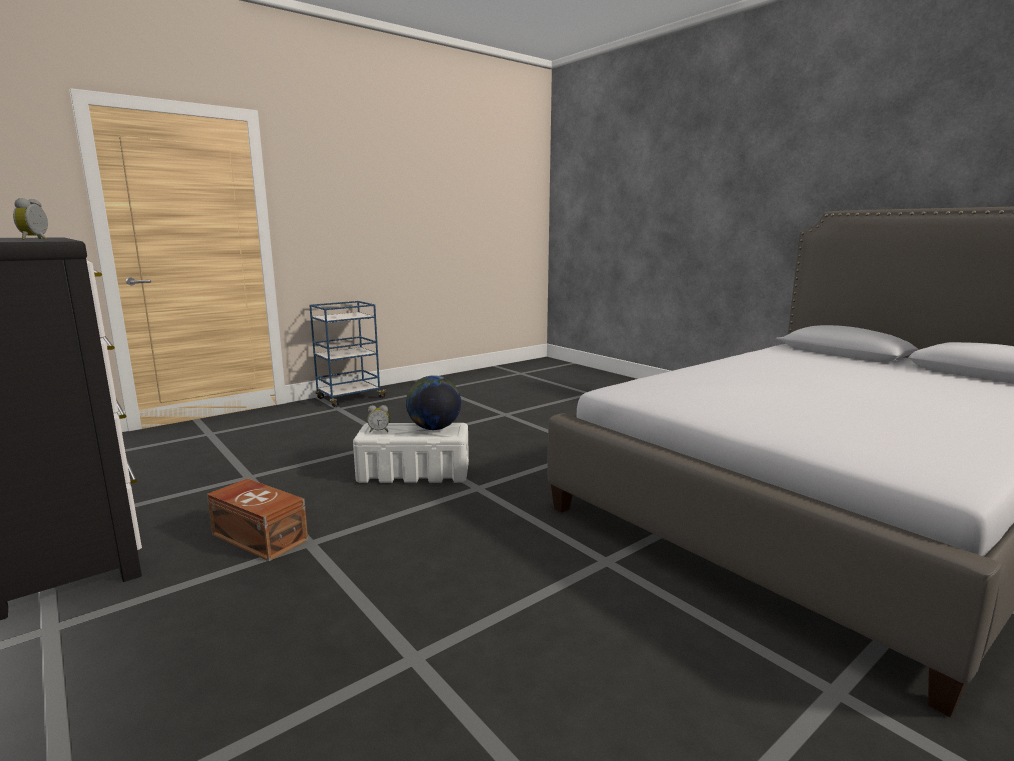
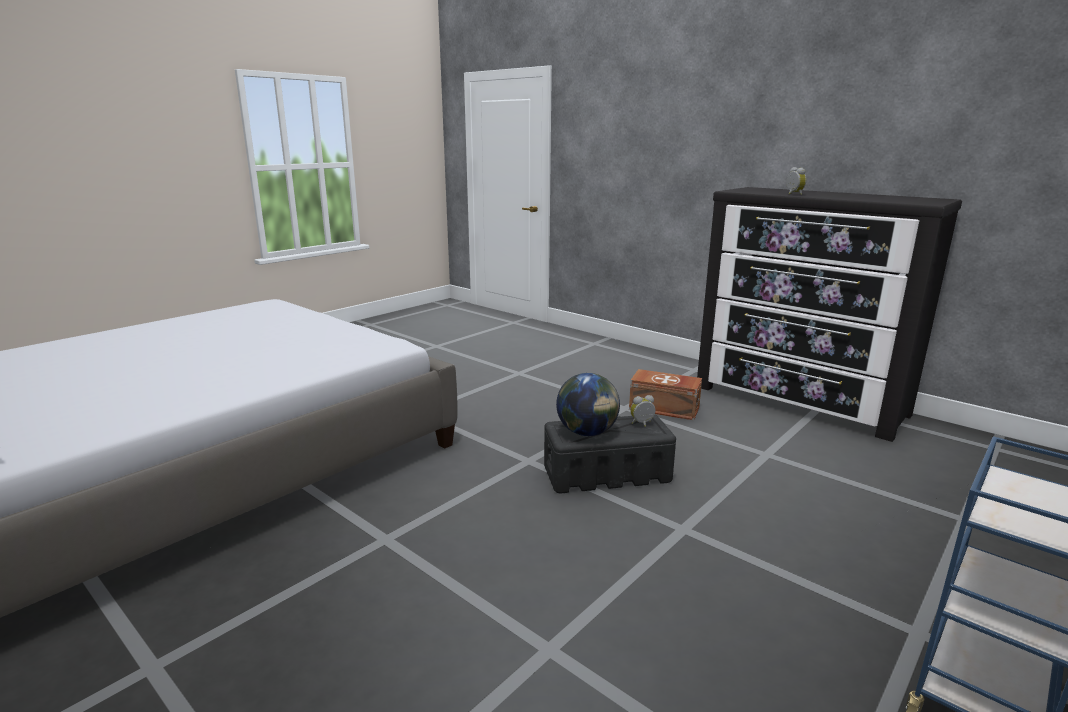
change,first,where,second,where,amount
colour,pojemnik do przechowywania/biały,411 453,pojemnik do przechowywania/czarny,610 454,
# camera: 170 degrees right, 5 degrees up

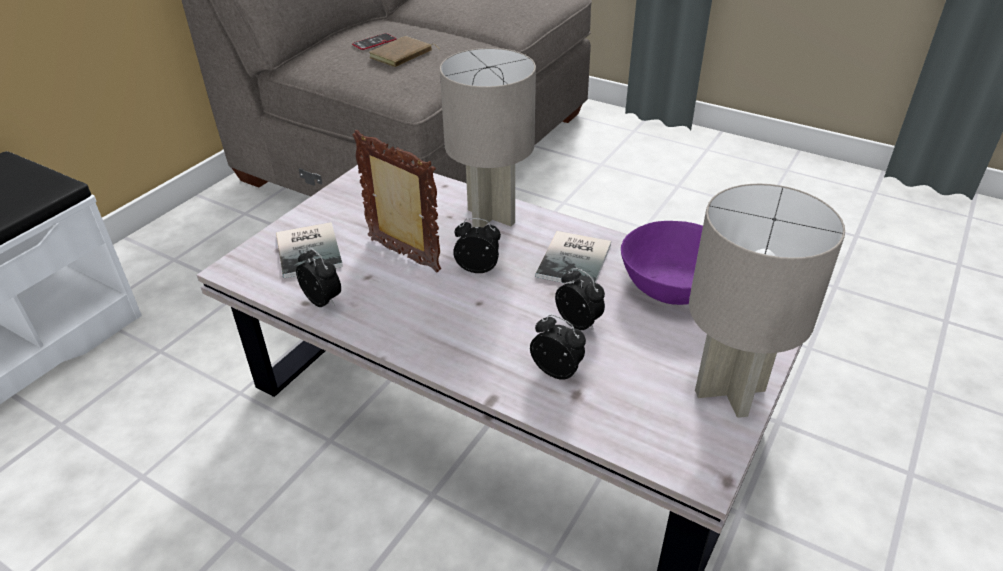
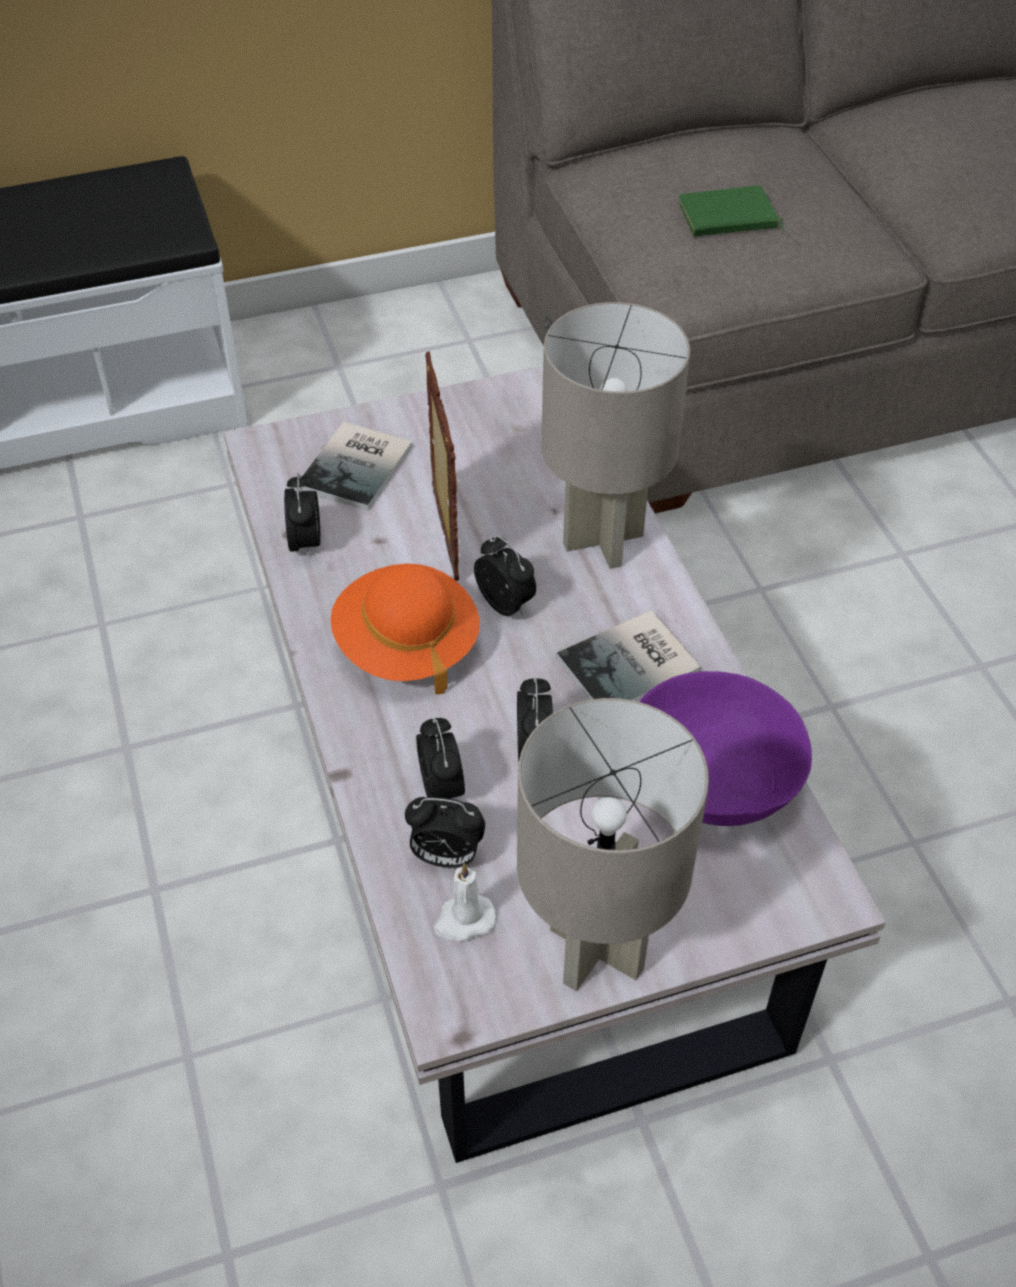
change,first,where,second,where,amount
appeared,,,kapelusz/pomarańczowy,405 629,
appeared,,,budzik,445 832,
appeared,,,świeca/biały,465 902,
colour,książka/brązowy,404 51,książka/zielony,731 210,
missing,telefon,374 41,,,
# camera: 40 degrees right, 10 degrees up

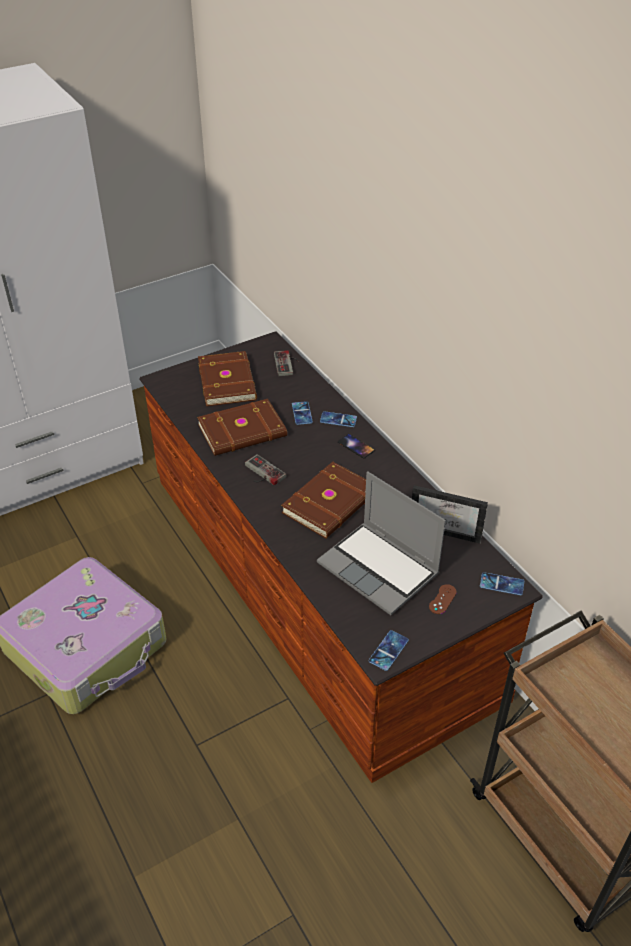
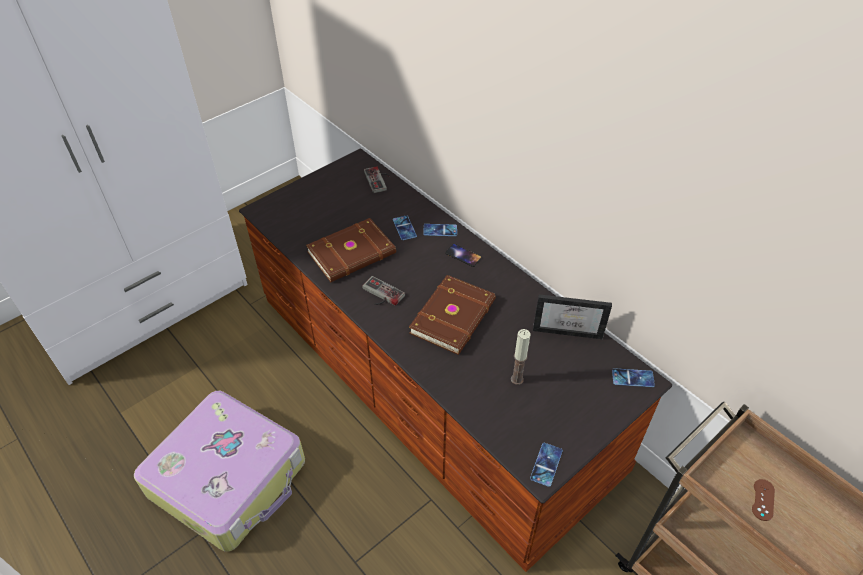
change,first,where,second,where,amount
exchanged,laptop,381 543,świeca,521 357,
relocated,pad do gier/brązowy,443 599,,763 500,
missing,książka/brązowy,227 378,,,
# camera: 10 degrees left, 5 degrees up

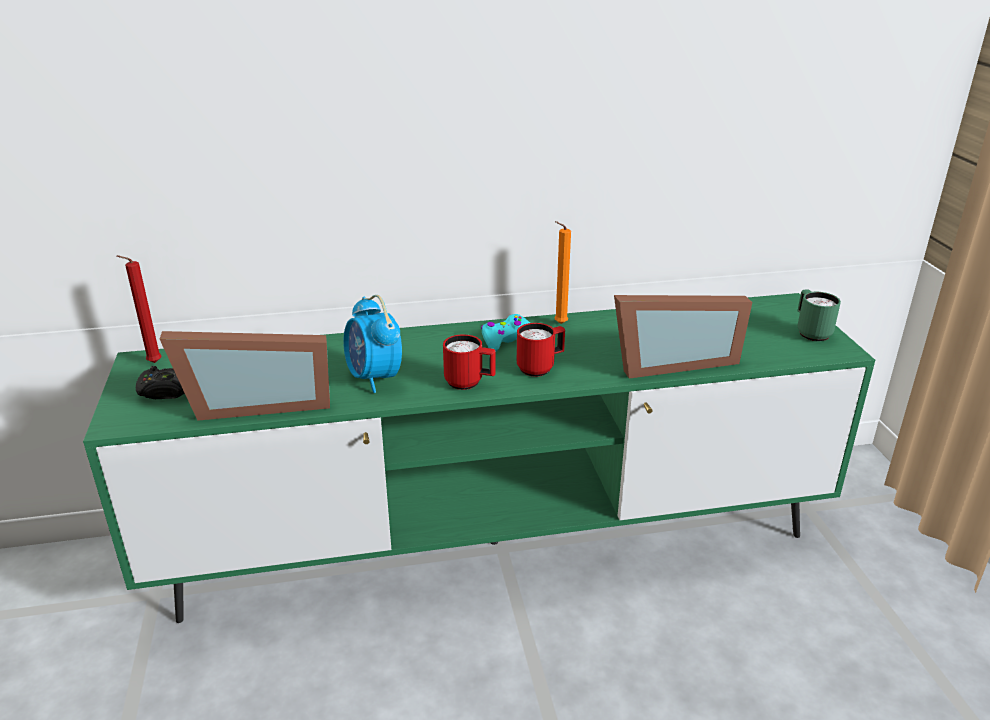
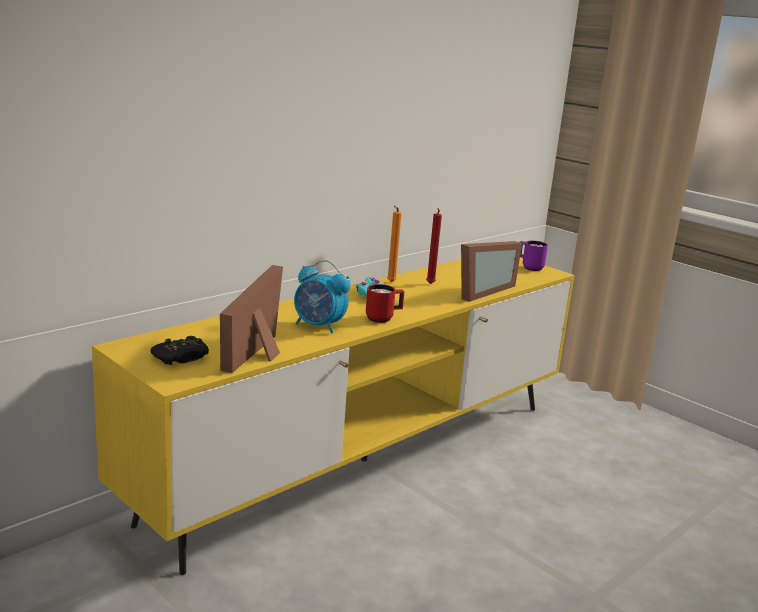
change,first,where,second,where,amount
colour,szafka pod telewizor/zielony,479 458,szafka pod telewizor/żółty,333 416,
spun,ramka na zdjęcie,245 376,,251 319,150 degrees clockwise
relocated,świeca/czerwony,139 309,,434 246,
colour,kubek/zielony,819 315,kubek/fioletowy,533 256,
missing,kubek/czerwony,541 350,,,
# camera: 35 degrees left, 10 degrees down

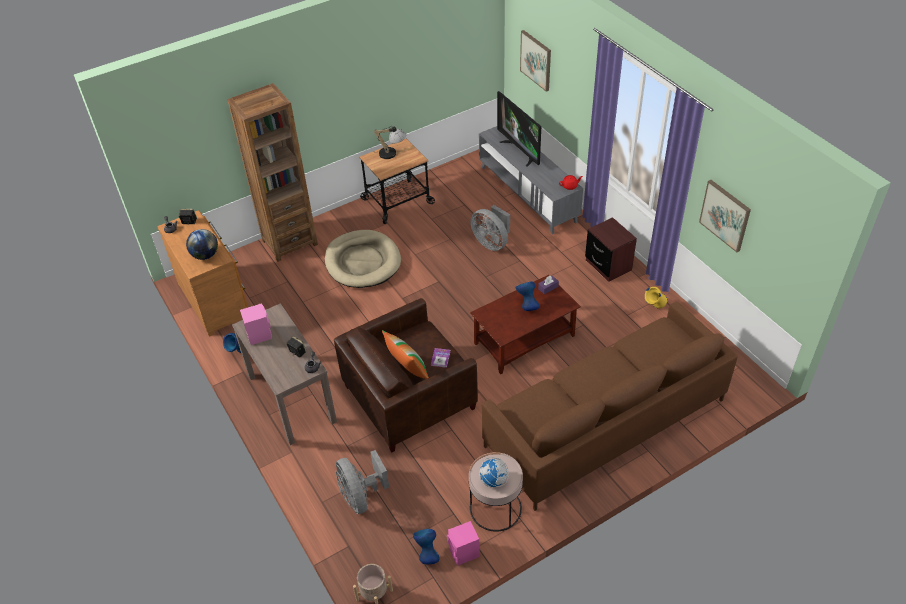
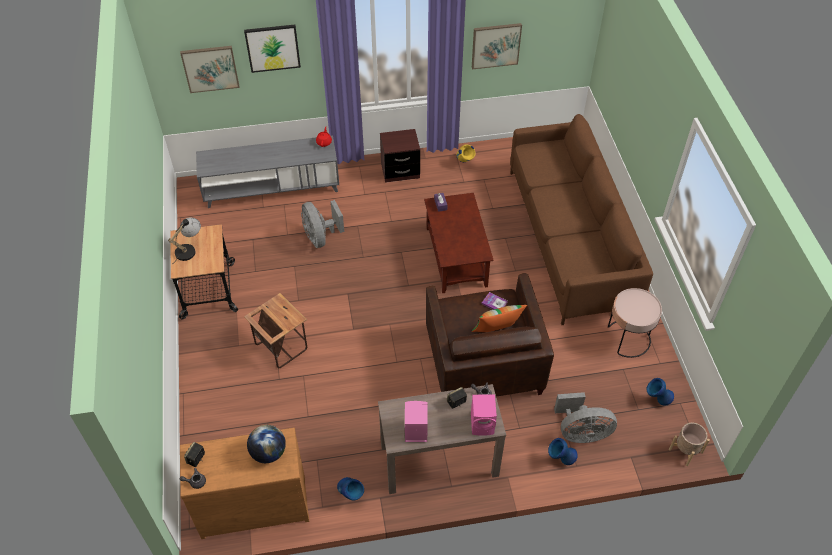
change,first,where,second,where,amount
appeared,,,obraz,272 49,
exchanged,legowisko/beżowy,363 259,stolik,275 330,
spun,wentylator/szary,490 228,,322 224,90 degrees clockwise
relocated,głośnik/różowy,463 543,,484 415,
relocated,wazon/niebieski,527 296,,562 451,
missing,regał/brązowy,272 172,,,
missing,globus,494 472,,,
missing,telewizor,519 129,,,
# camera: 70 degrees left, 5 degrees up

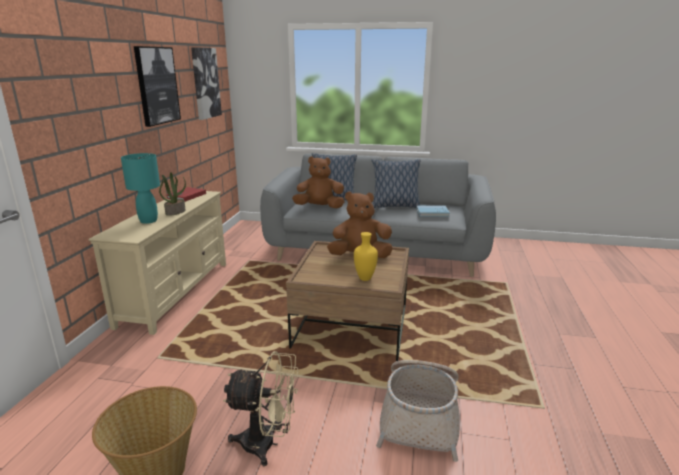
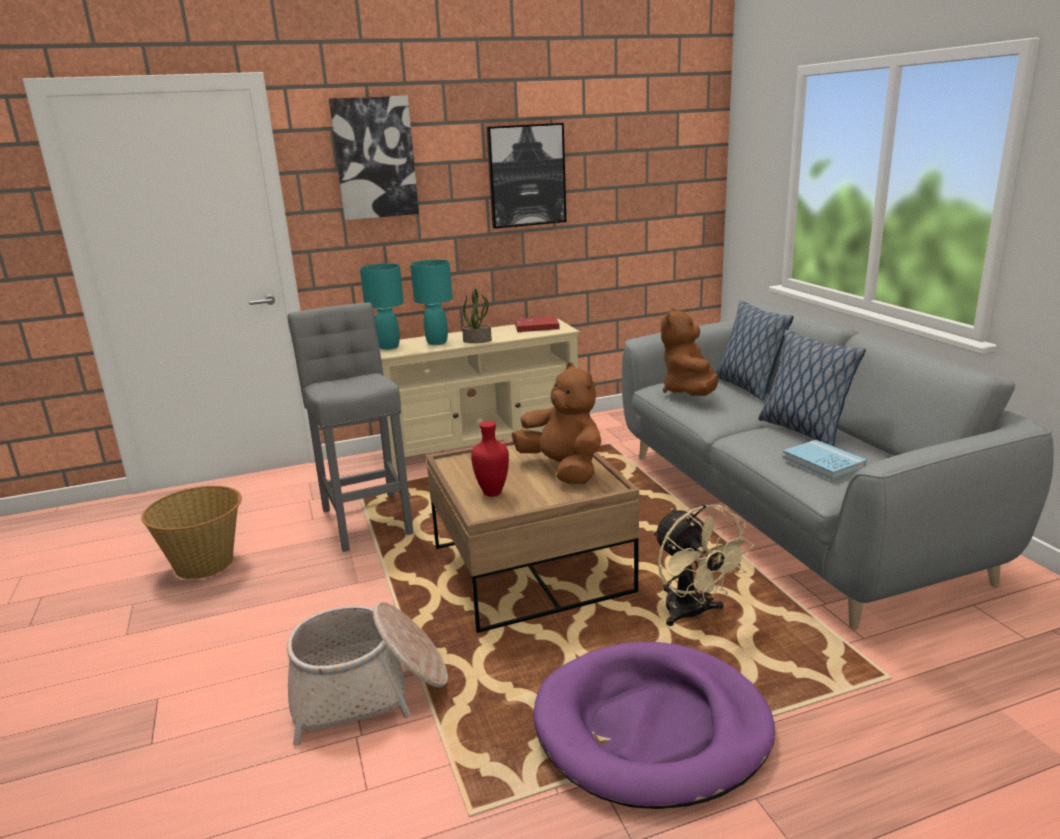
change,first,where,second,where,amount
appeared,,,stołek/szary,351 427,
relocated,obraz,206 83,,374 158,
appeared,,,lampa stołowa/turkusowy,382 306,
colour,wazon/żółty,366 256,wazon/czerwony,490 459,
appeared,,,legowisko/fioletowy,654 725,
relocated,wentylator/beżowy,260 408,,703 565,
spun,pluszak/brązowy,318 182,,689 352,135 degrees counterclockwise
# camera: 60 degrees right, 0 degrees up

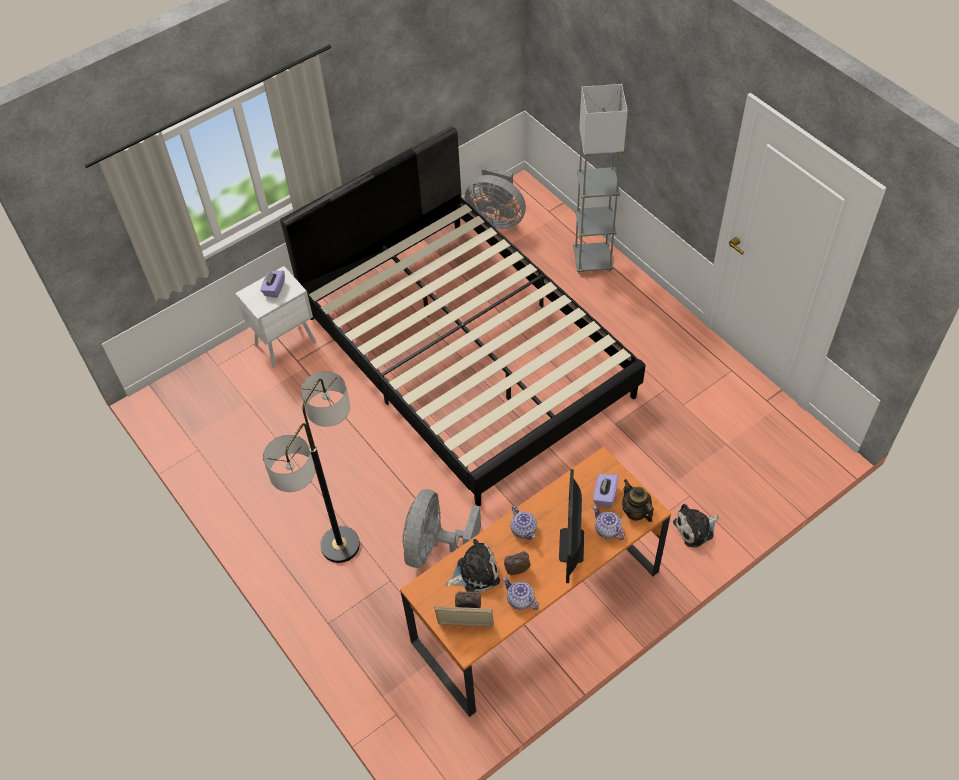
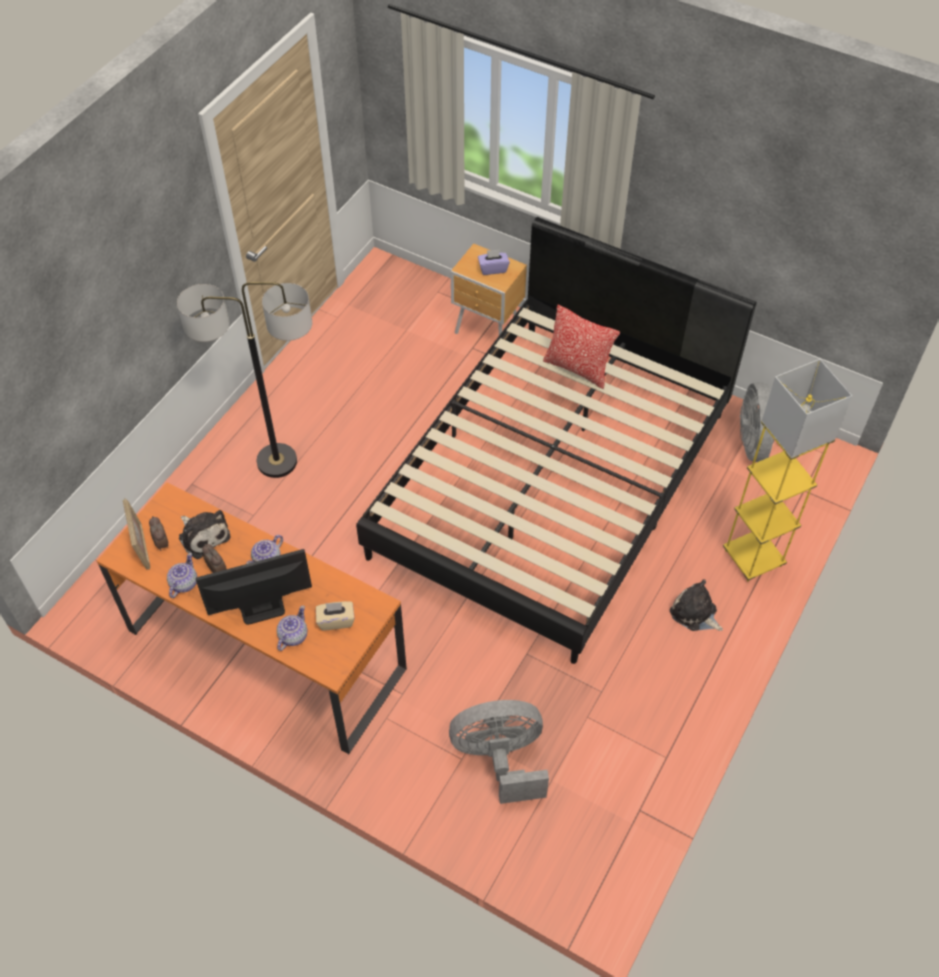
change,first,where,second,where,amount
colour,pudełko chusteczek/fioletowy,606 490,pudełko chusteczek/beżowy,335 615,
relocated,wentylator/szary,441 528,,499 752,
colour,szafka nocna/biały,276 317,szafka nocna/brązowy,489 289,
appeared,,,poduszka,581 347,
relocated,pluszak,696 526,,696 605,
colour,lampa stojąca/szary,600 179,lampa stojąca/żółty,787 470,
missing,imbryk,638 500,,,
# camera: 65 degrees right, 0 degrees up

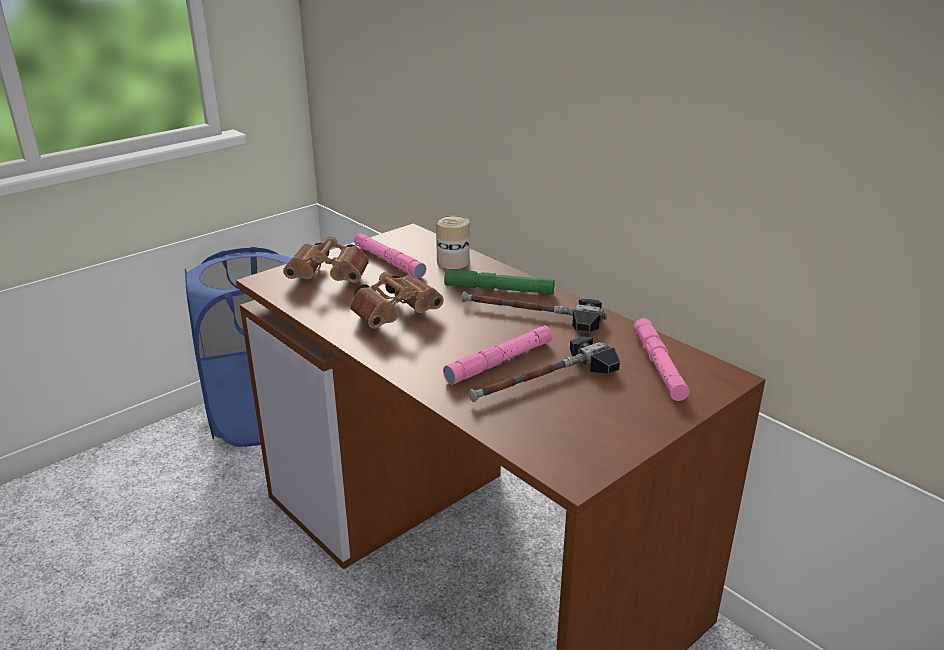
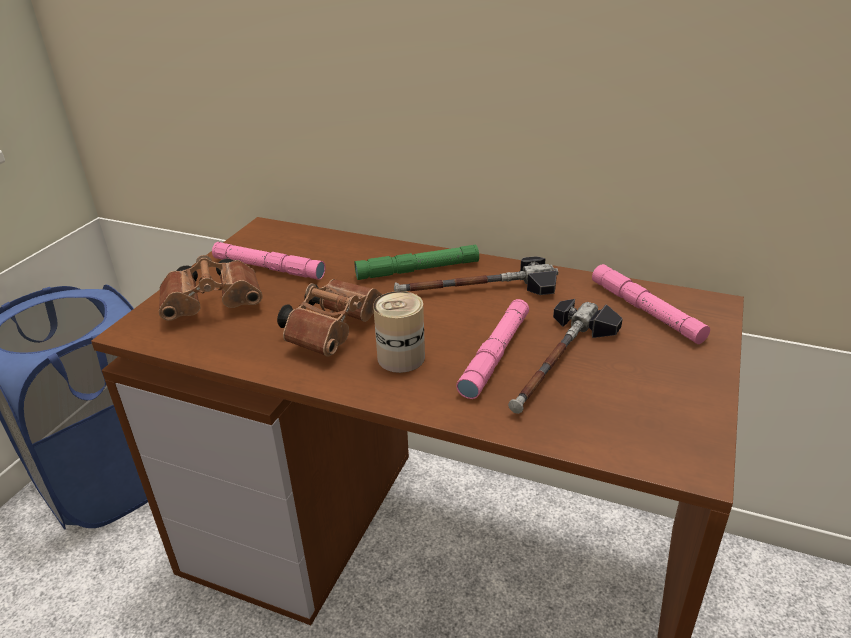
change,first,where,second,where,amount
relocated,puszka,453 242,,399 332,
# camera: 25 degrees left, 5 degrees up

